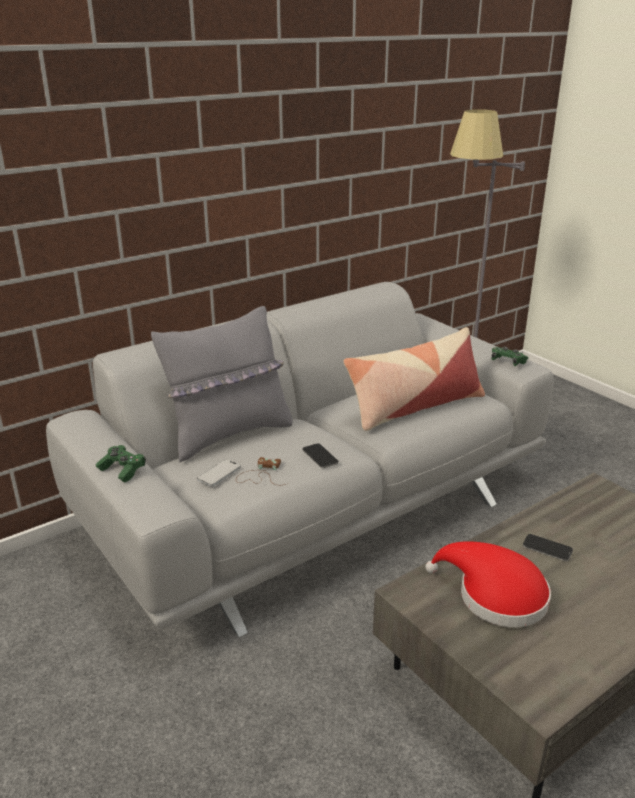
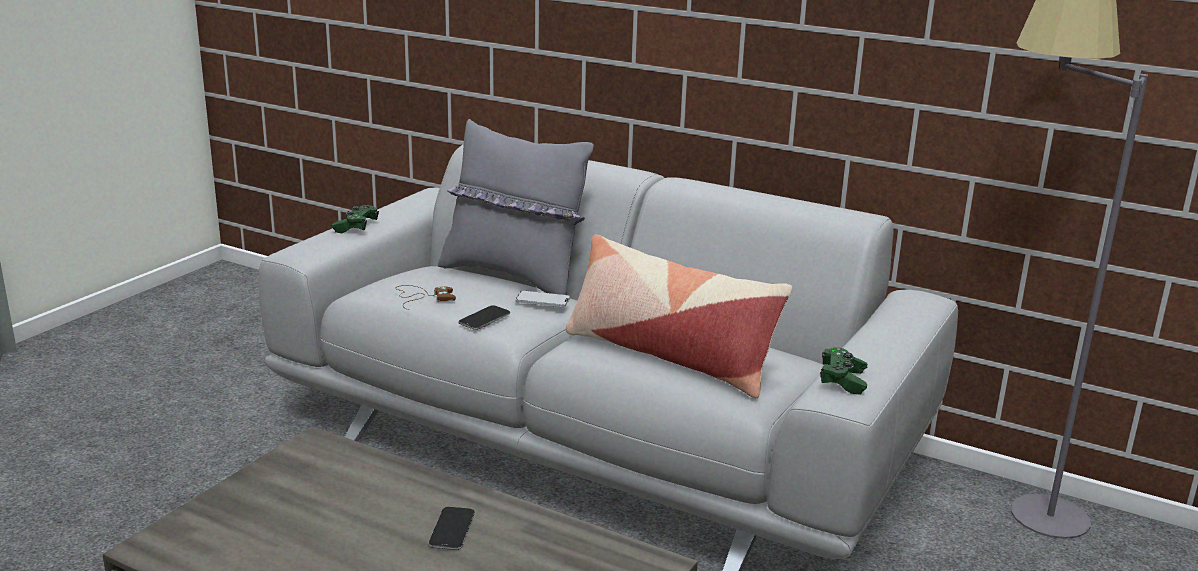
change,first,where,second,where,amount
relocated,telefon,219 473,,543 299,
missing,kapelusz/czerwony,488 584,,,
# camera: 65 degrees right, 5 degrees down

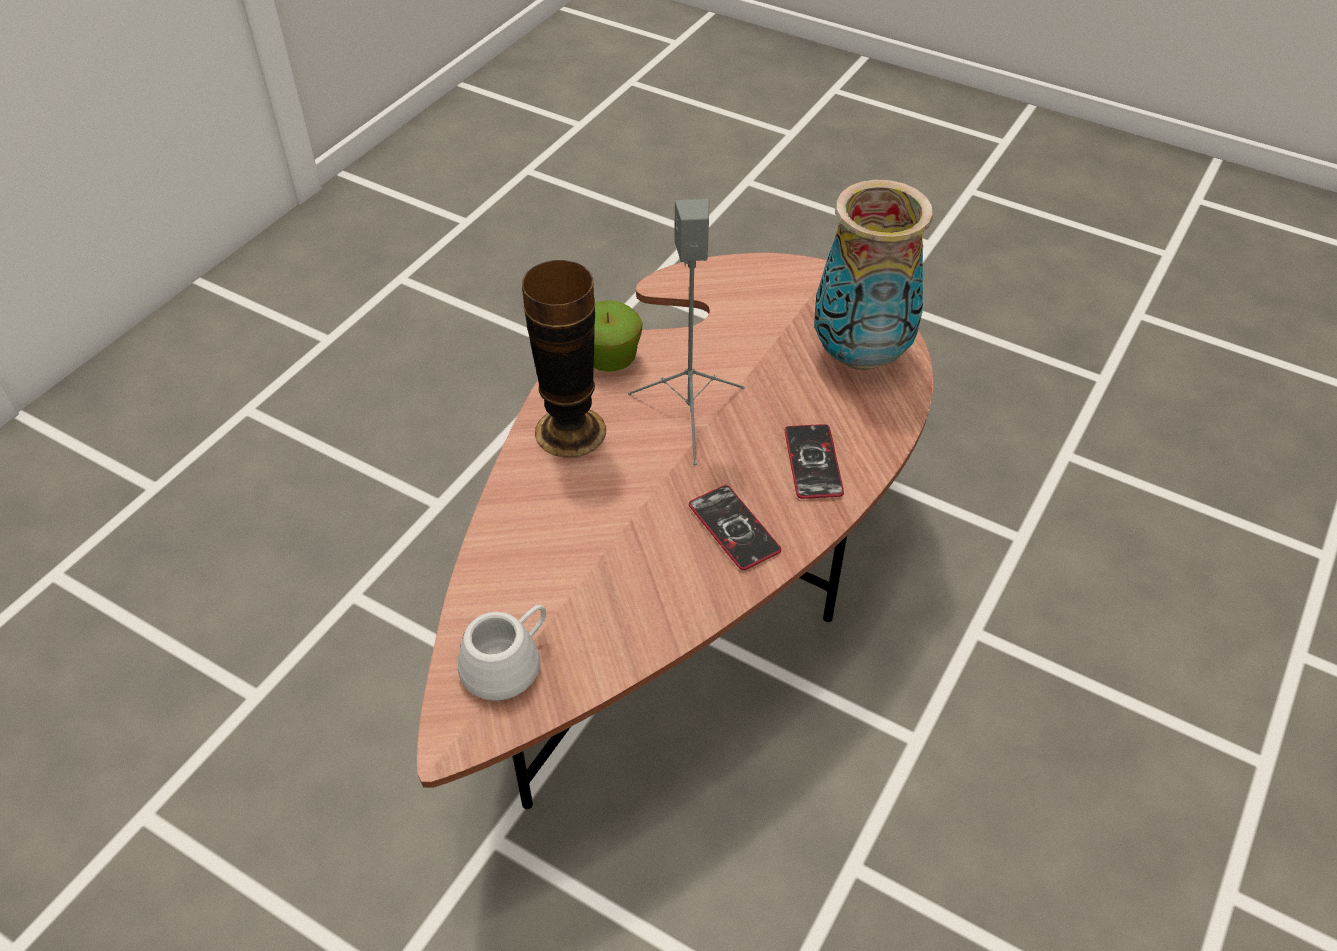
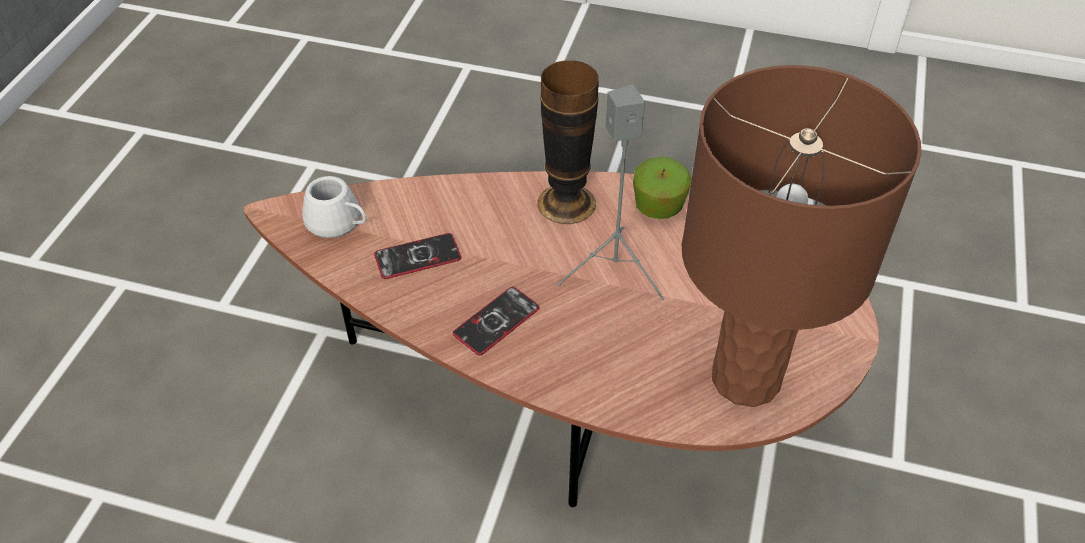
change,first,where,second,where,amount
relocated,telefon,814 461,,417 256,
exchanged,wazon,873 275,lampa stołowa/brązowy,801 236,
# camera: 75 degrees right, 0 degrees up

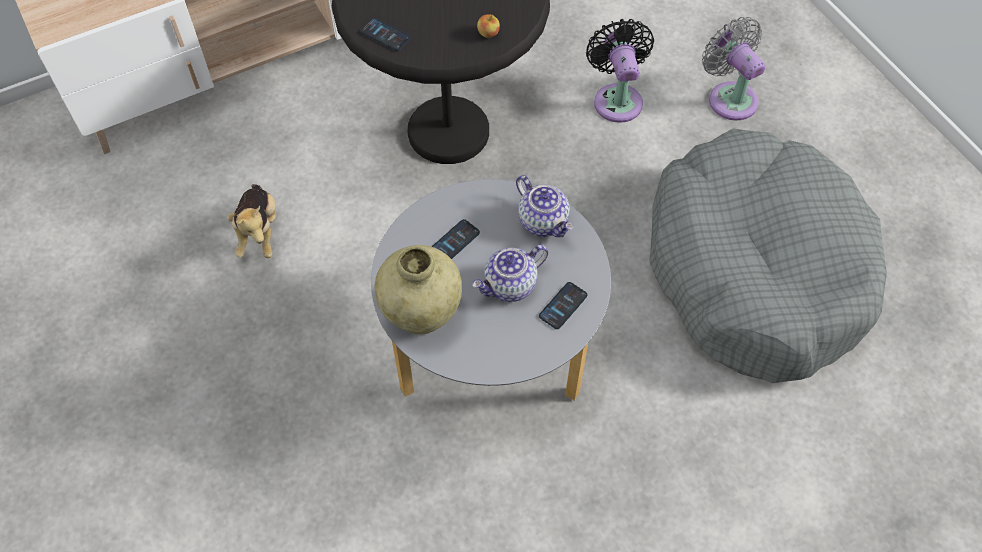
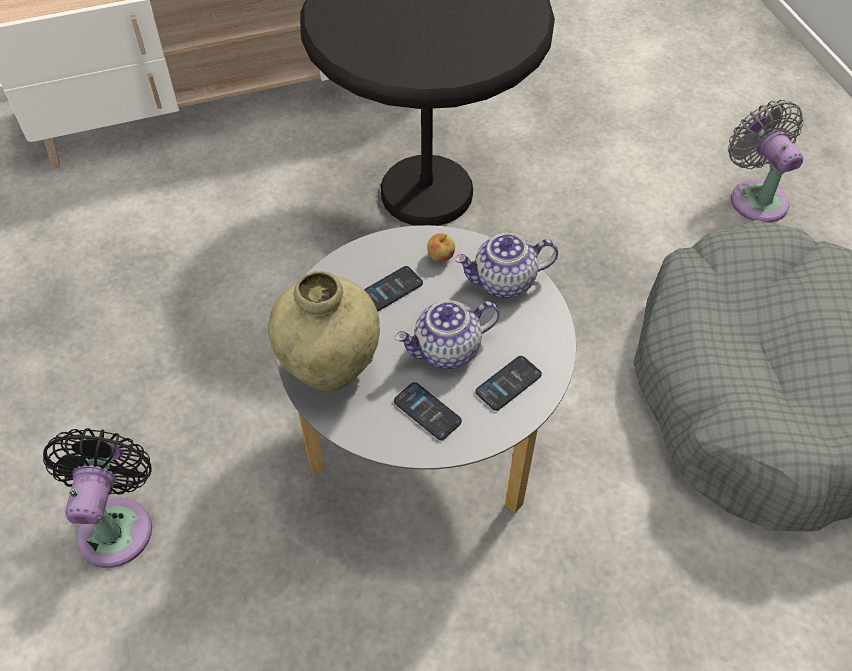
change,first,where,second,where,amount
relocated,wentylator/czarny,620 71,,97 498,
relocated,telefon,385 34,,428 411,
relocated,jabłko,488 26,,441 247,
spun,imbryk,545 206,,506 265,105 degrees clockwise
missing,pluszak,251 221,,,
# camera: 10 degrees right, 5 degrees down

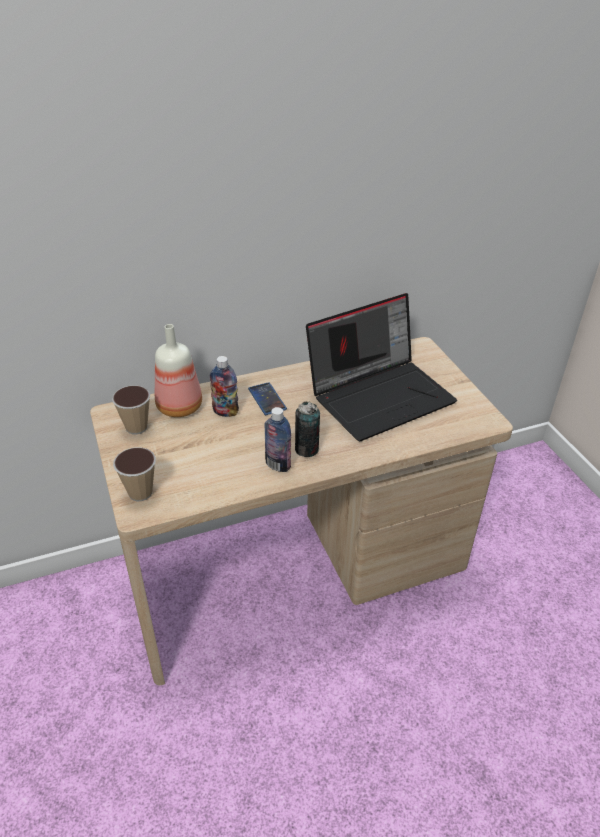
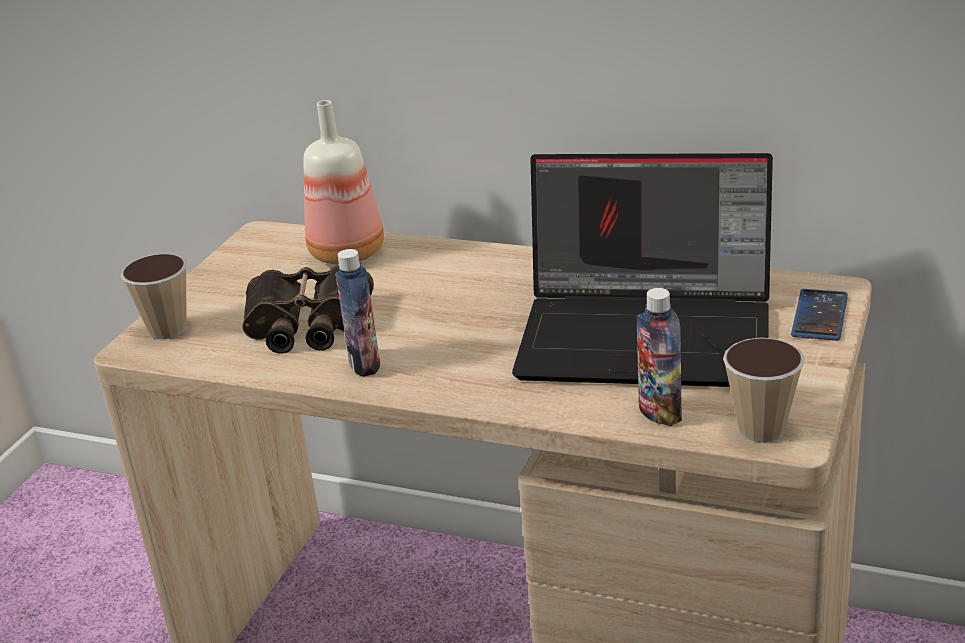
change,first,where,second,where,amount
appeared,,,lornetka,308 309,
relocated,butelka,224 386,,659 357,
relocated,filiżanka,131 409,,764 389,
relocated,telefon,267 398,,819 315,
missing,puszka,307 429,,,
# camera: 45 degrees right, 10 degrees down

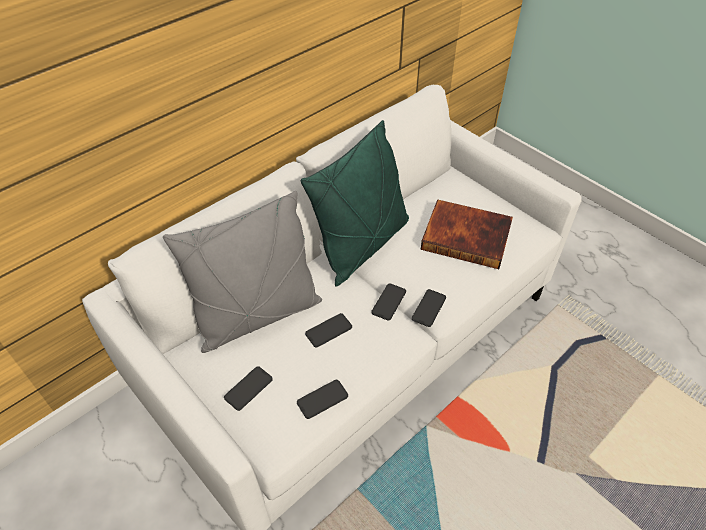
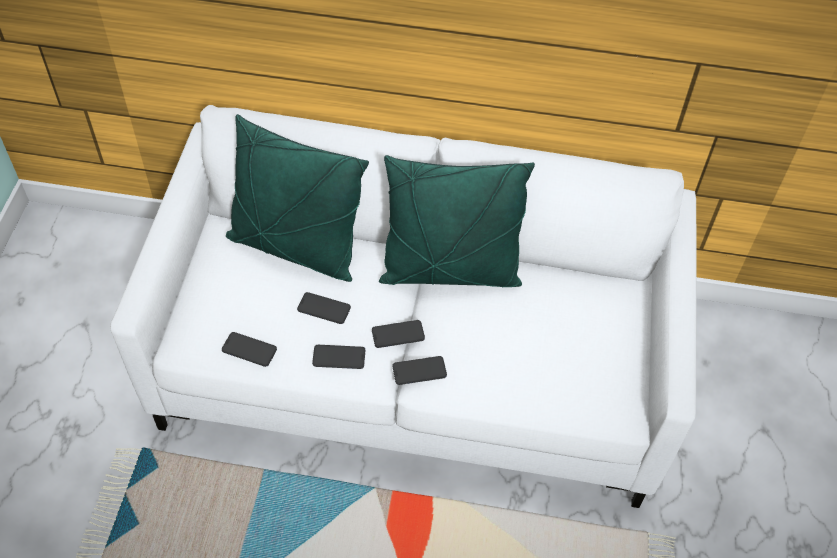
change,first,where,second,where,amount
colour,poduszka/szary,242 272,poduszka/zielony,297 198,
relocated,telefon,248 388,,338 357,
missing,książka,467 234,,,
# camera: 50 degrees right, 5 degrees up

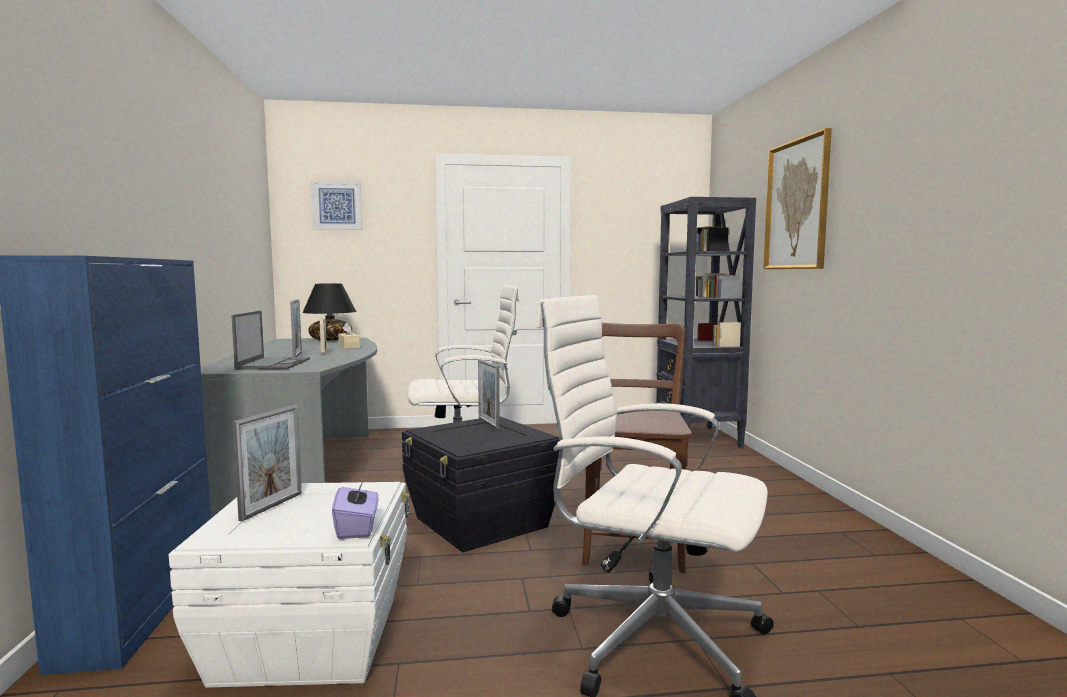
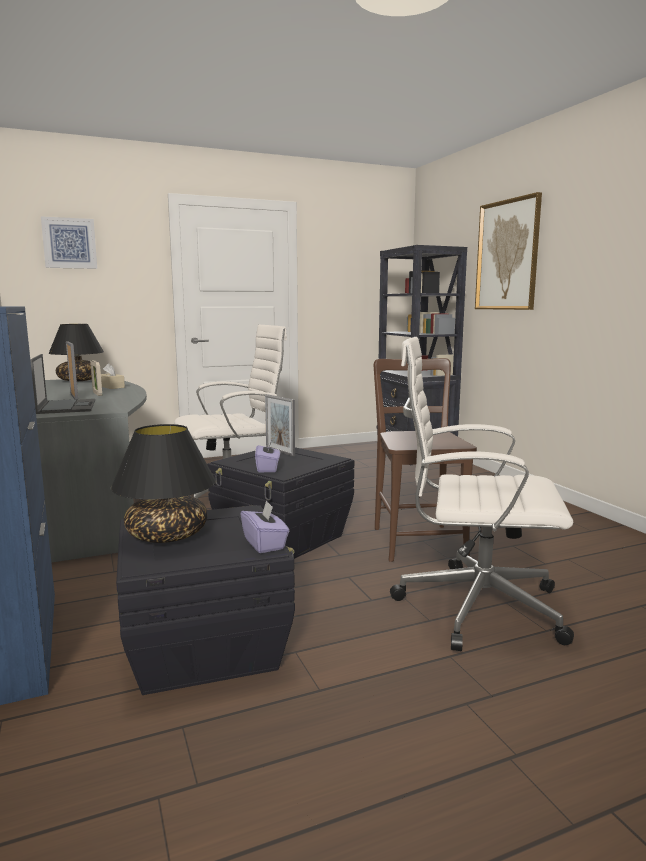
change,first,where,second,where,amount
exchanged,ramka na zdjęcie,267 463,lampa stołowa/czarny,163 483,
colour,pojemnik do przechowywania/biały,289 585,pojemnik do przechowywania/czarny,205 600,
appeared,,,pudełko chusteczek/fioletowy,267 456,
# camera: 15 degrees left, 5 degrees up

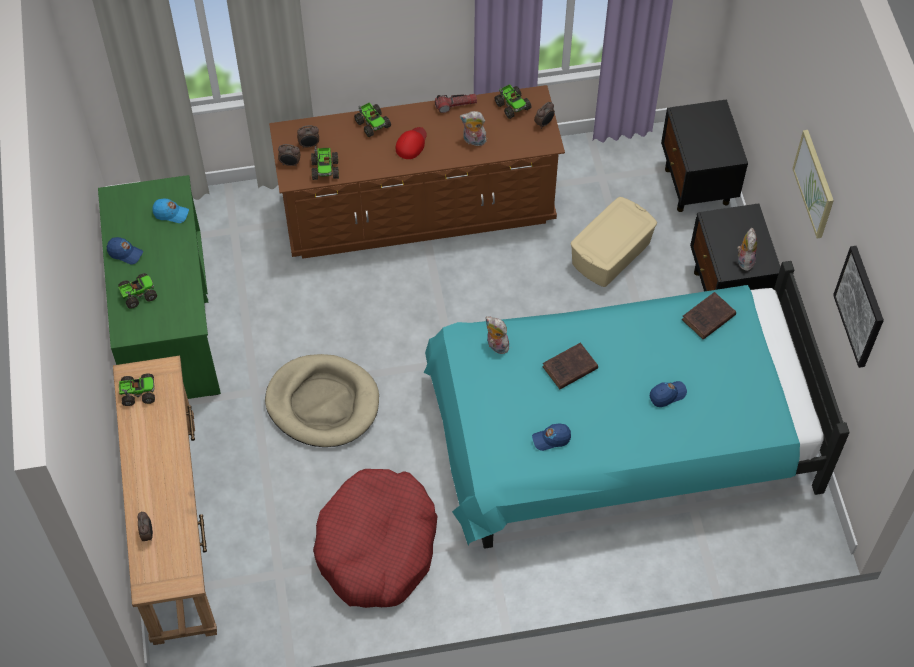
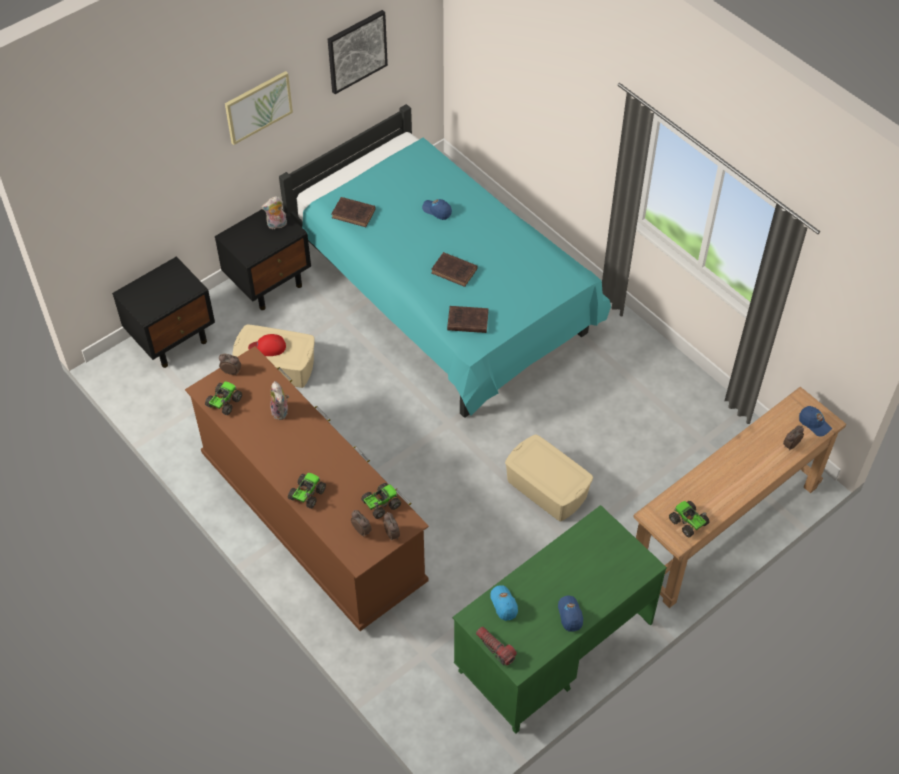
change,first,where,second,where,amount
relocated,czapka z daszkiem/czerwony,411 143,,267 345,
exchanged,pluszak,497 335,książka/brązowy,468 319,
relocated,latarka,456 103,,496 646,
exchanged,legowisko/beżowy,322 400,pojemnik do przechowywania/beżowy,549 478,
relocated,czapka z daszkiem/niebieski,551 437,,815 421,
missing,ciężarówka zabawkowa,137 291,,,
missing,legowisko/czerwony,375 538,,,
# camera: 120 degrees left, 5 degrees down

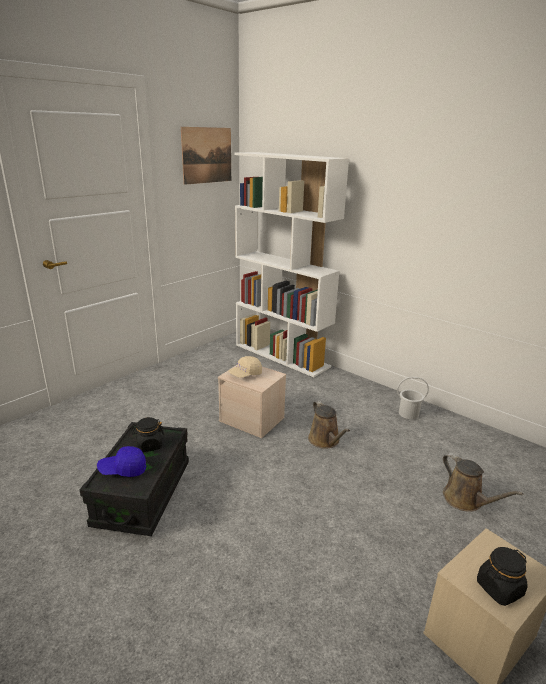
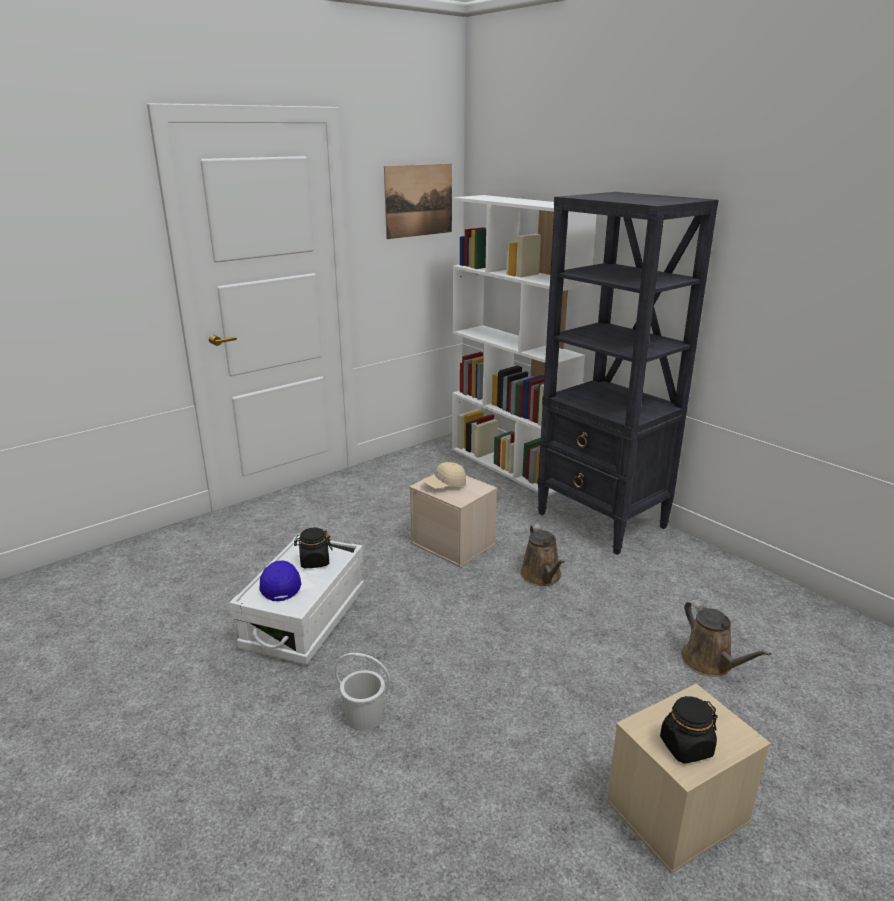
change,first,where,second,where,amount
colour,pojemnik do przechowywania/czarny,134 479,pojemnik do przechowywania/biały,296 599,
spun,czapka z daszkiem/niebieski,121 461,,280 580,75 degrees clockwise
relocated,wiadro/biały,413 398,,362 692,
appeared,,,regał/czarny,627 373,
# camera: 10 degrees right, 0 degrees up

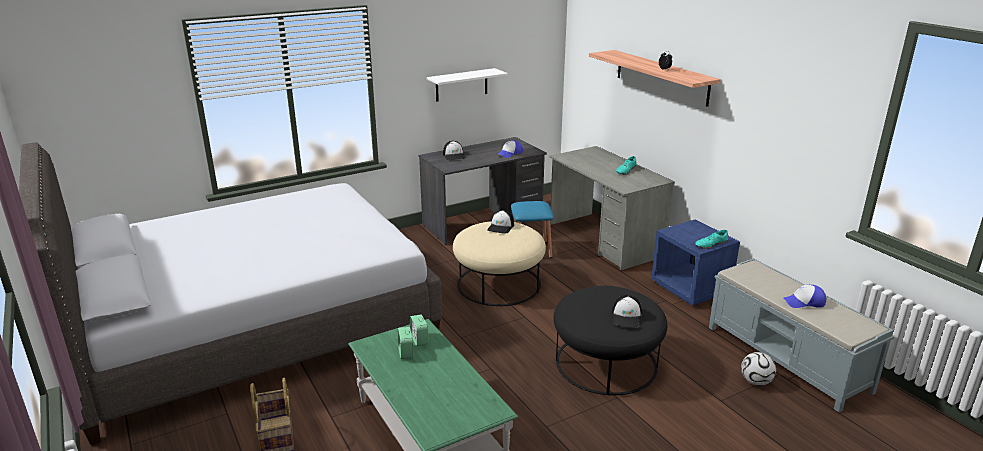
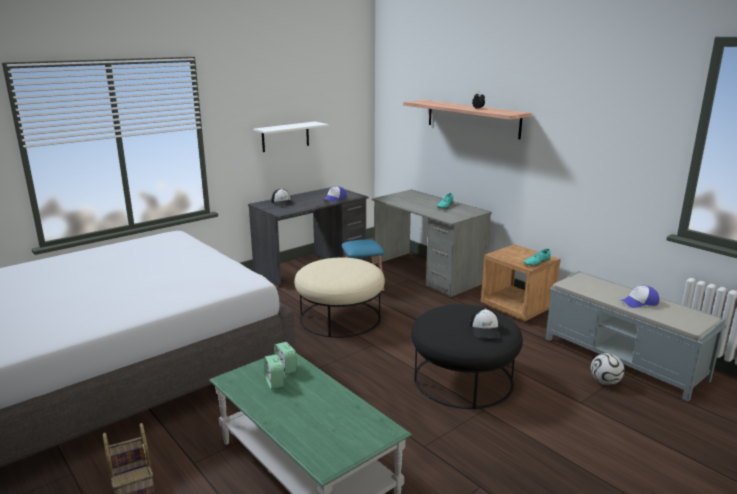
change,first,where,second,where,amount
colour,szafka nocna/niebieski,695 262,szafka nocna/brązowy,521 283,
missing,czapka z daszkiem,500 221,,,
# camera: 10 degrees left, 5 degrees down

